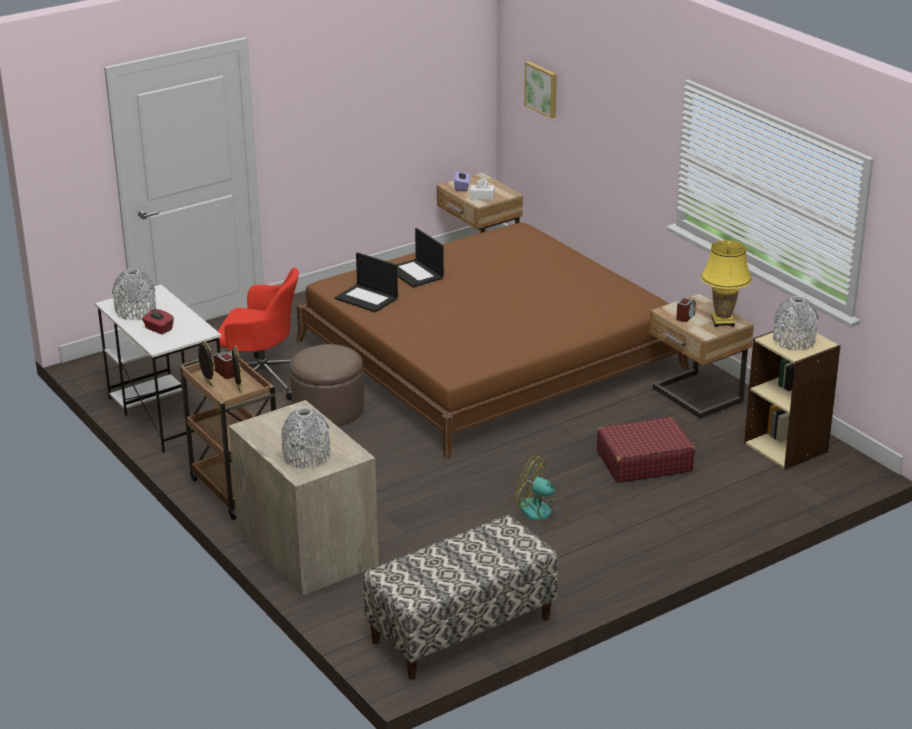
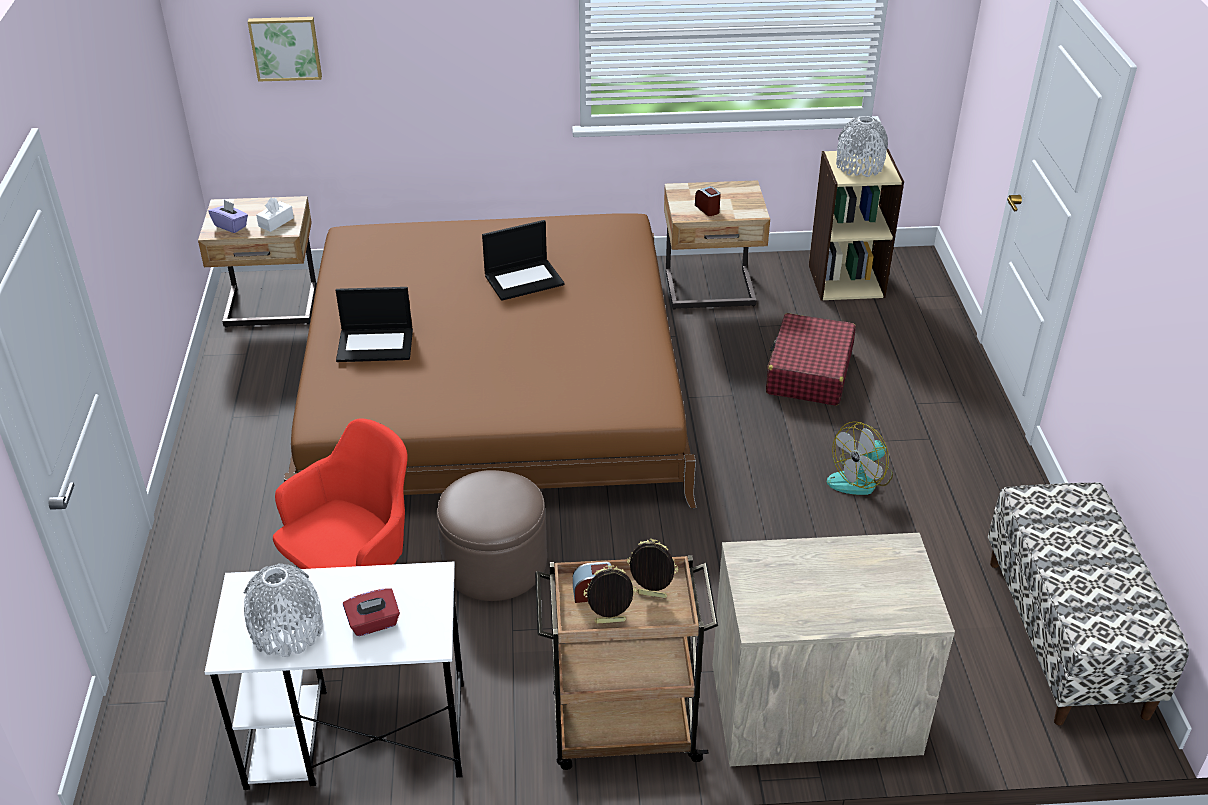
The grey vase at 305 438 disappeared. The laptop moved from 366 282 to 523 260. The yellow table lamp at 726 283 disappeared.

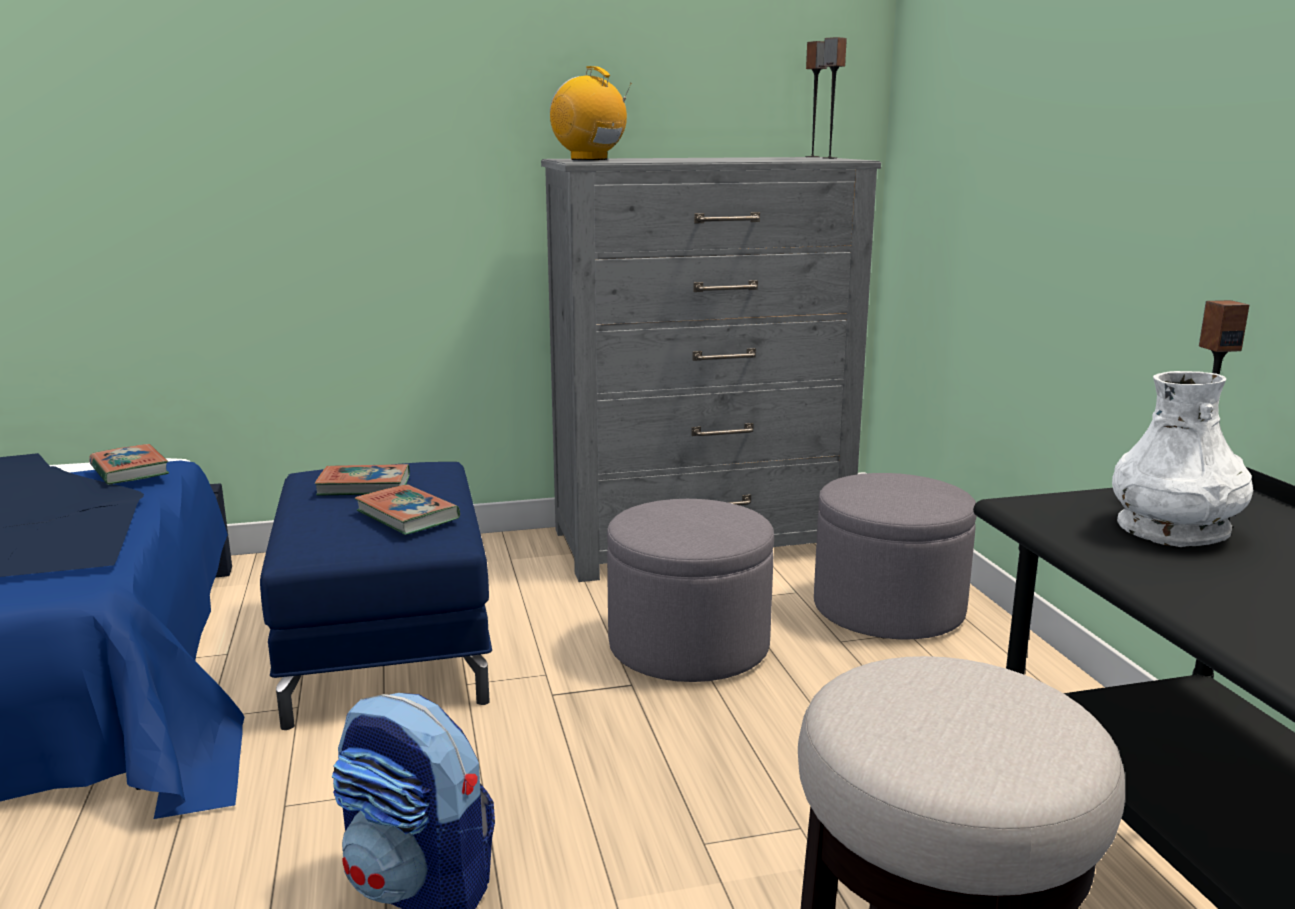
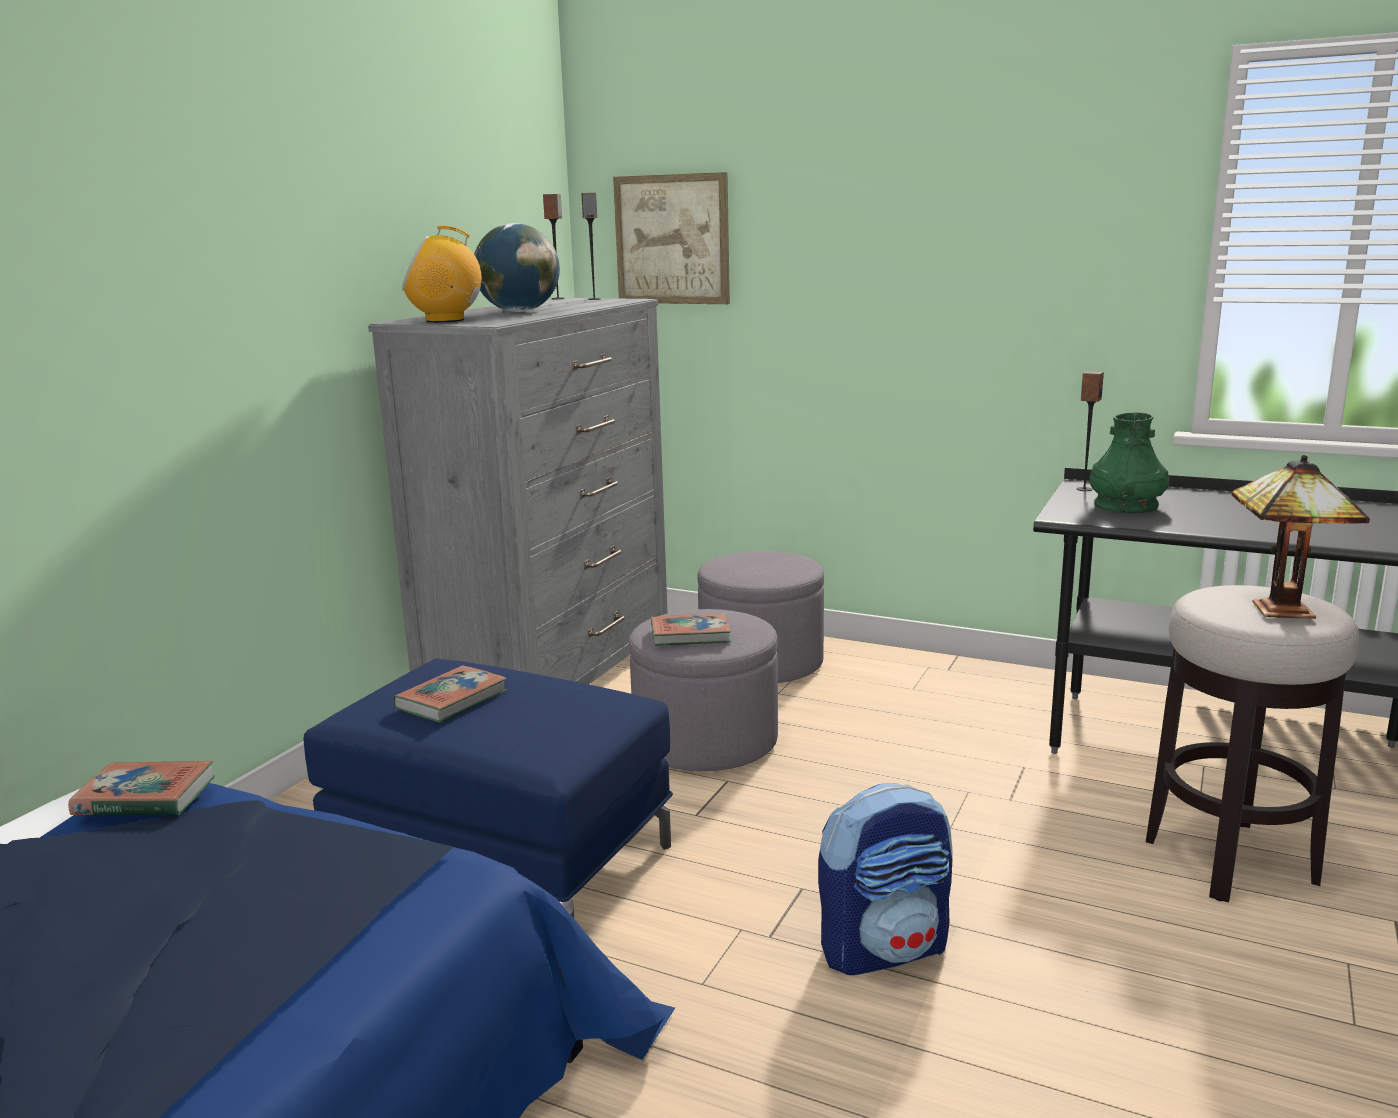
The book moved from 407 510 to 691 629. The white vase at 1182 459 became the green vase at 1130 462. The globe at 517 267 appeared. The picture at 671 238 appeared. The table lamp at 1300 537 appeared.

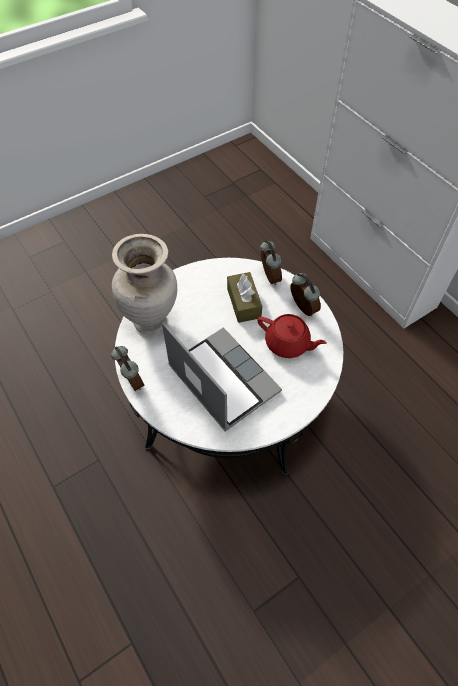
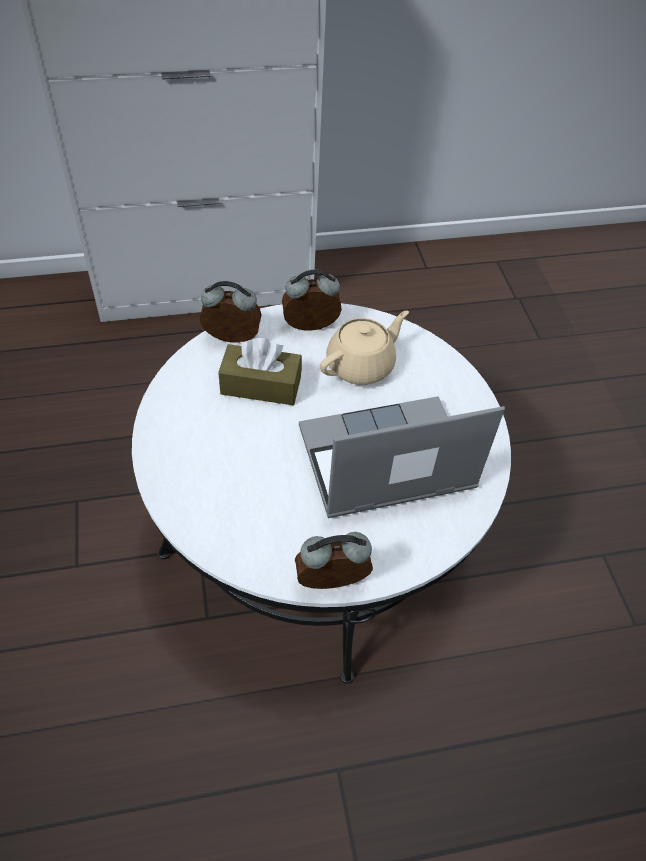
The beige vase at 144 284 disappeared. The red teapot at 292 336 became the beige teapot at 364 348.

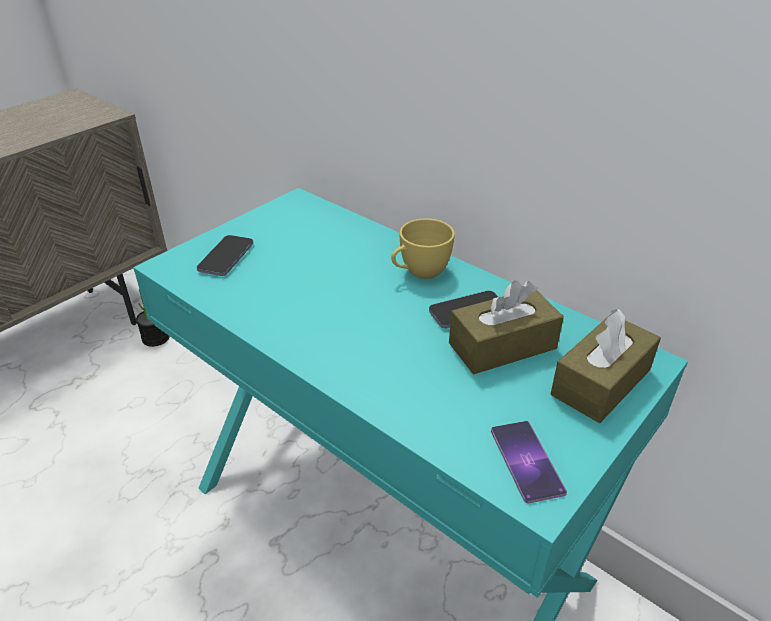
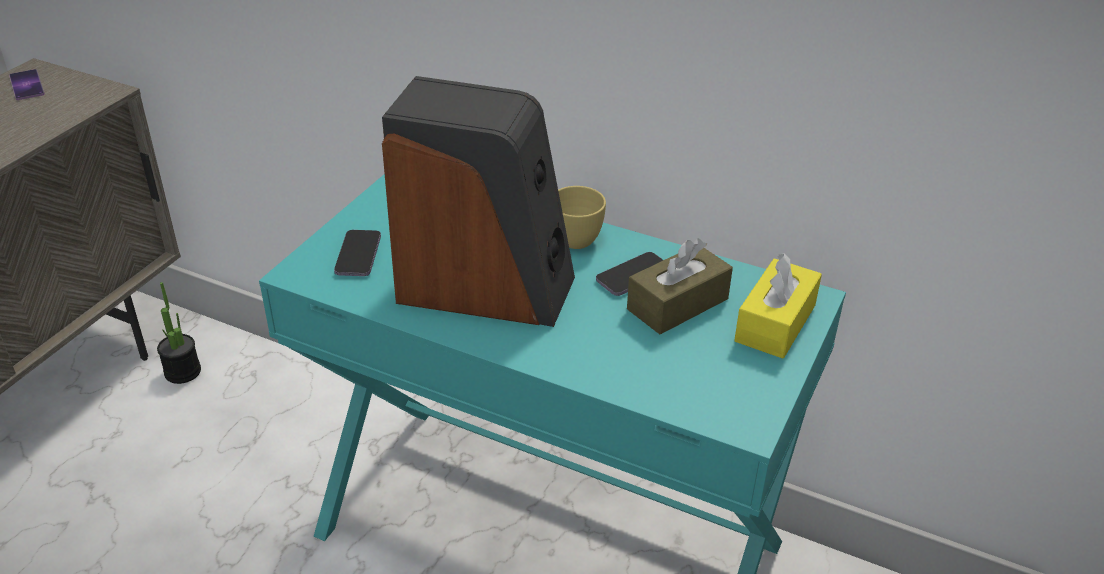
The phone moved from 529 462 to 27 84. The brown tissue box at 606 366 became the yellow tissue box at 778 306. The speaker at 478 201 appeared.

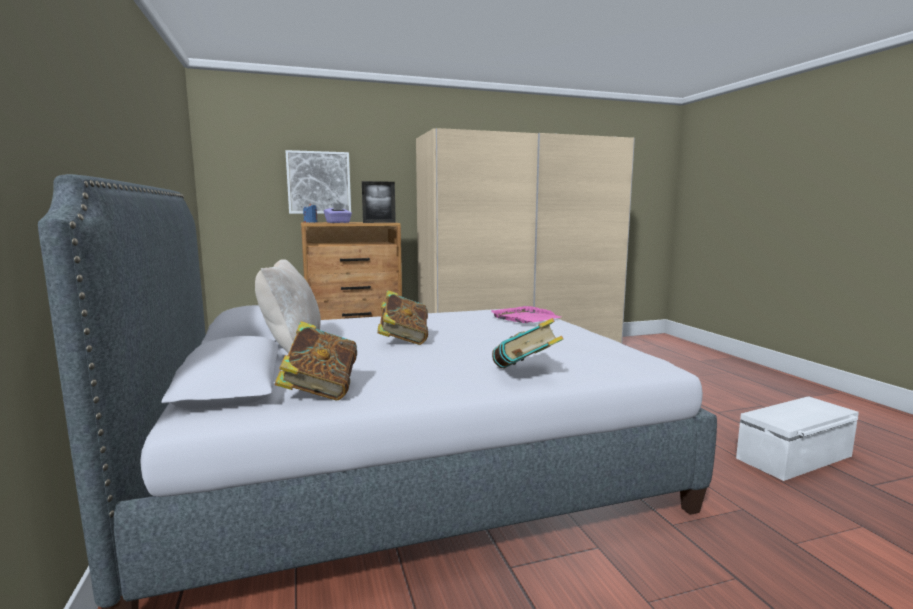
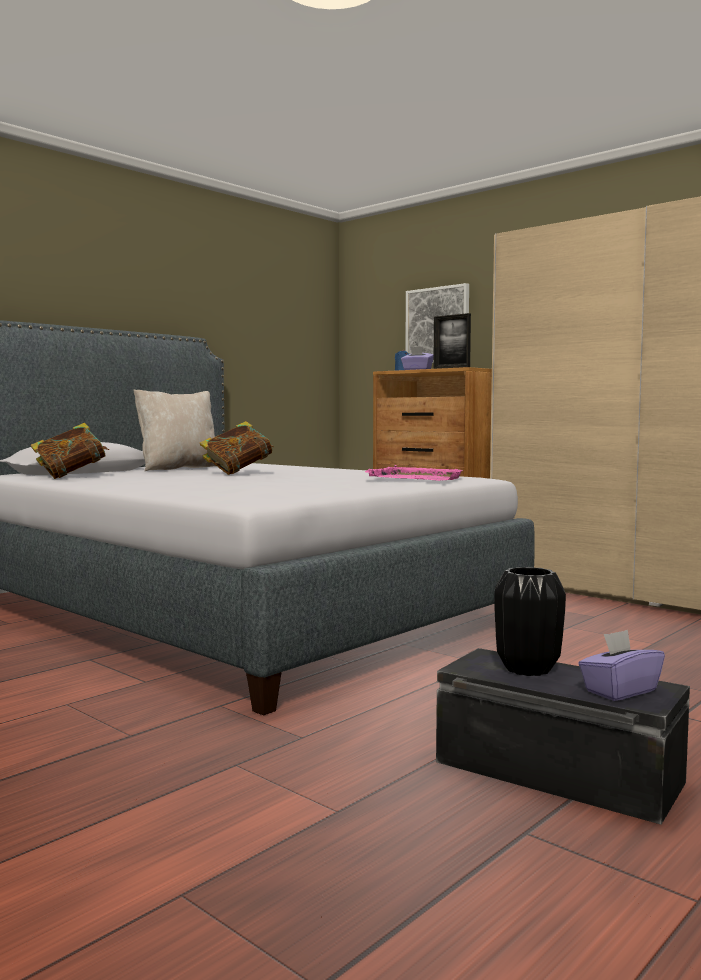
The book at 527 343 disappeared. The white storage box at 797 438 became the black storage box at 563 736. The black vase at 530 621 appeared. The purple tissue box at 621 665 appeared.

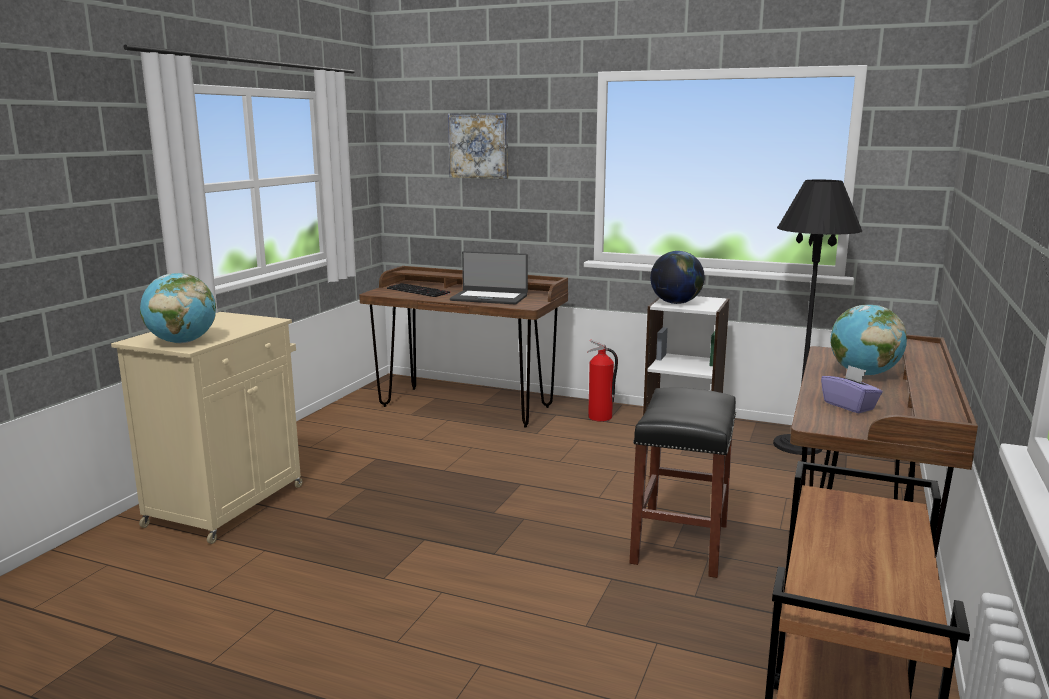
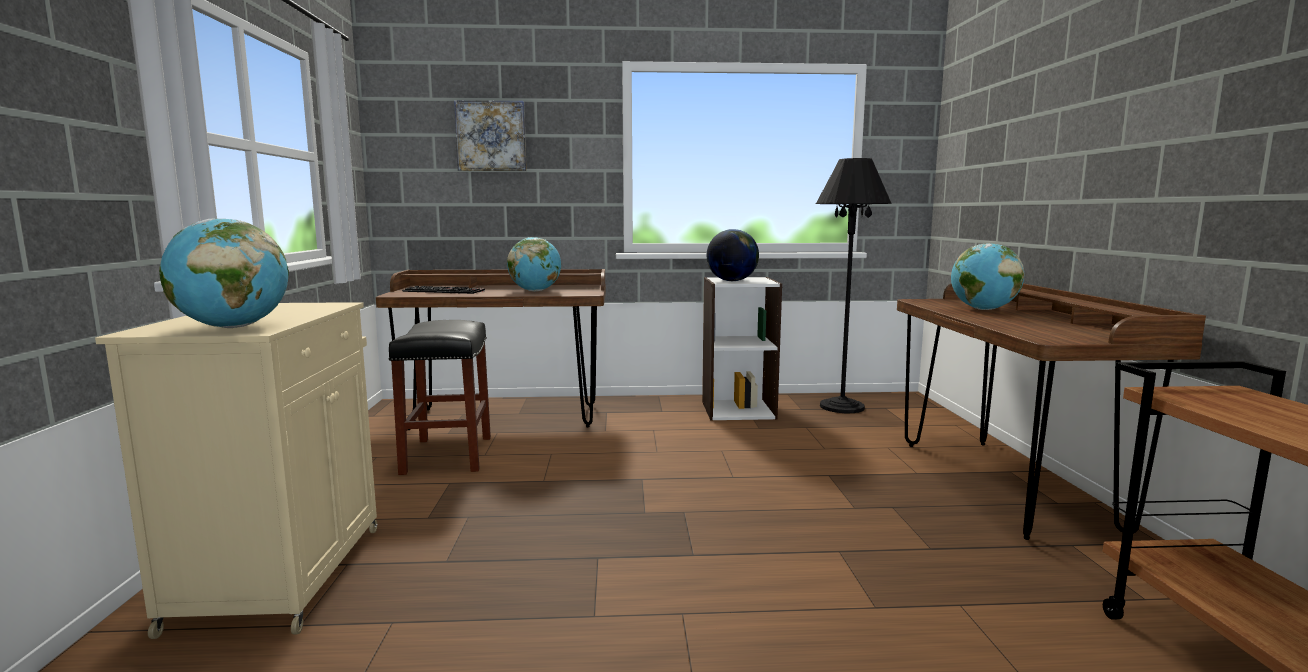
The laptop at 489 278 was replaced by the globe at 534 264. The fire extinguisher at 603 381 disappeared. The black stool moved from 682 482 to 440 397. The purple tissue box at 851 389 disappeared.

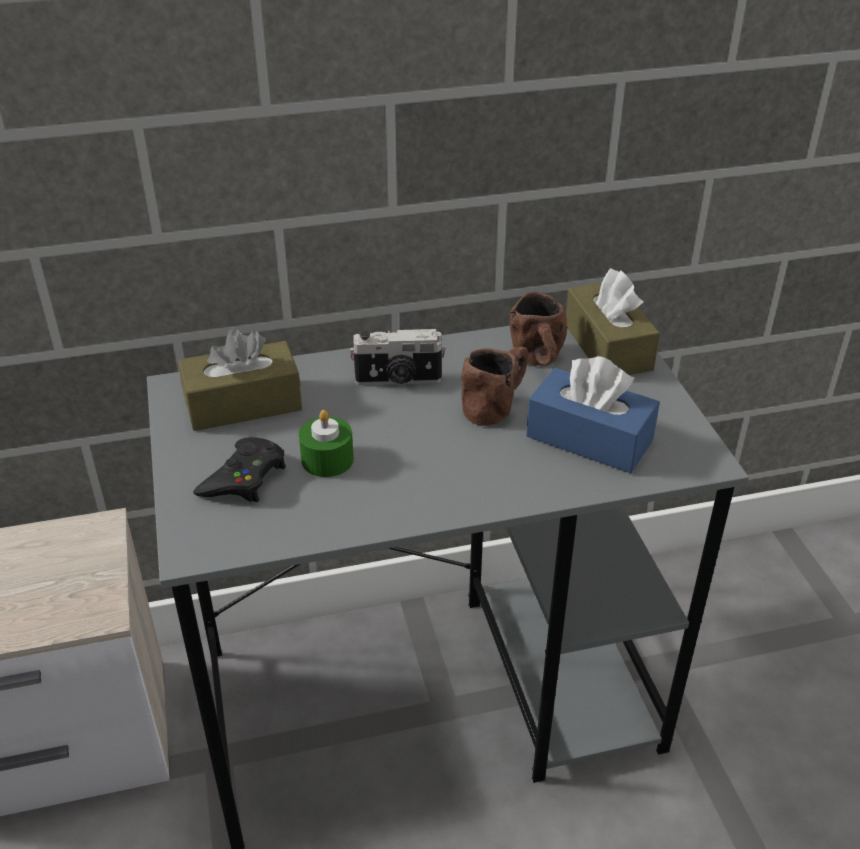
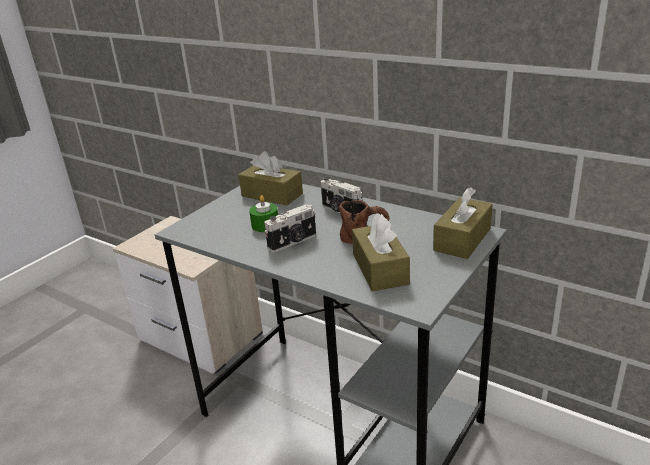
The black game controller at 239 469 disappeared. The brown mug at 538 329 disappeared. The blue tissue box at 593 414 became the brown tissue box at 381 252. The photo camera at 290 228 appeared.

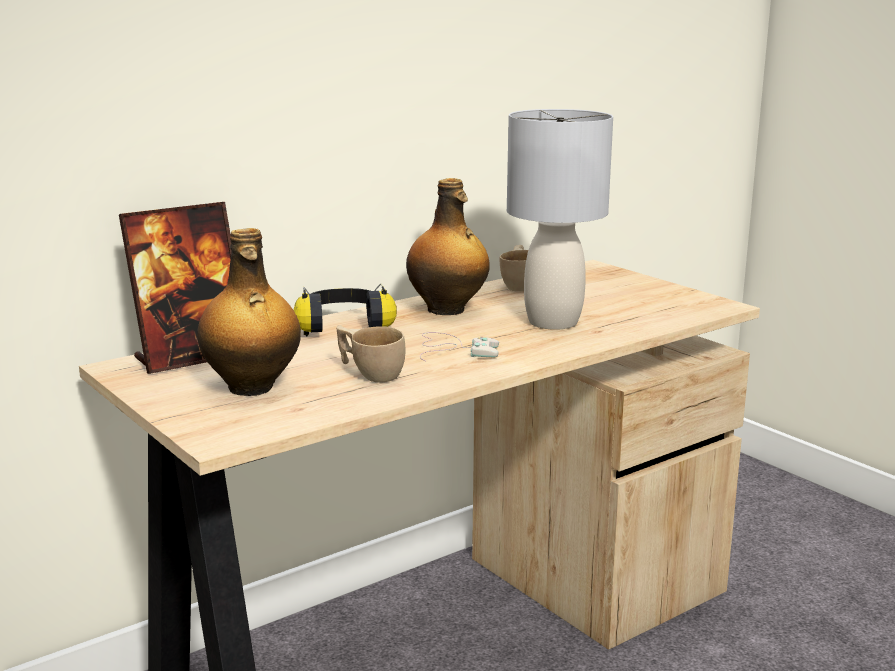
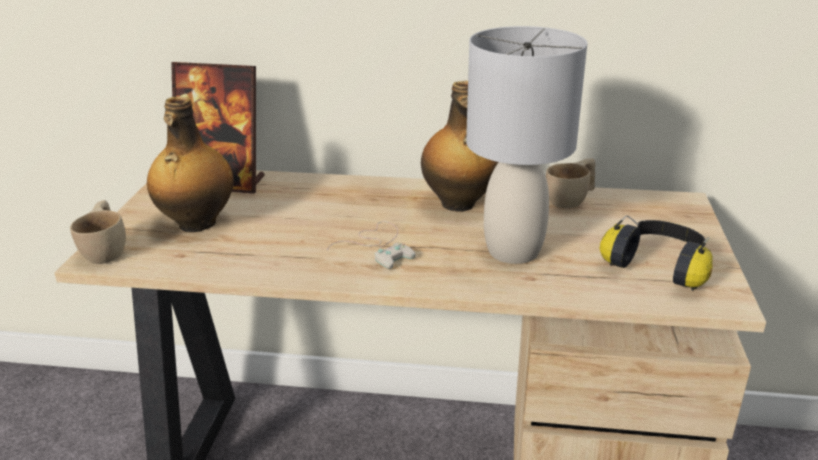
The headphones moved from 345 309 to 656 253. The beige cup moved from 371 353 to 98 232.

